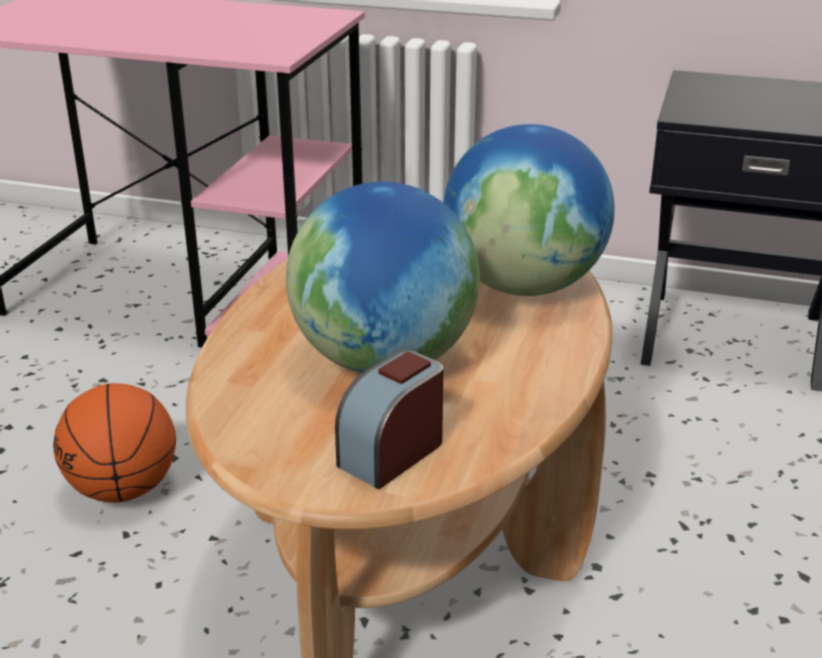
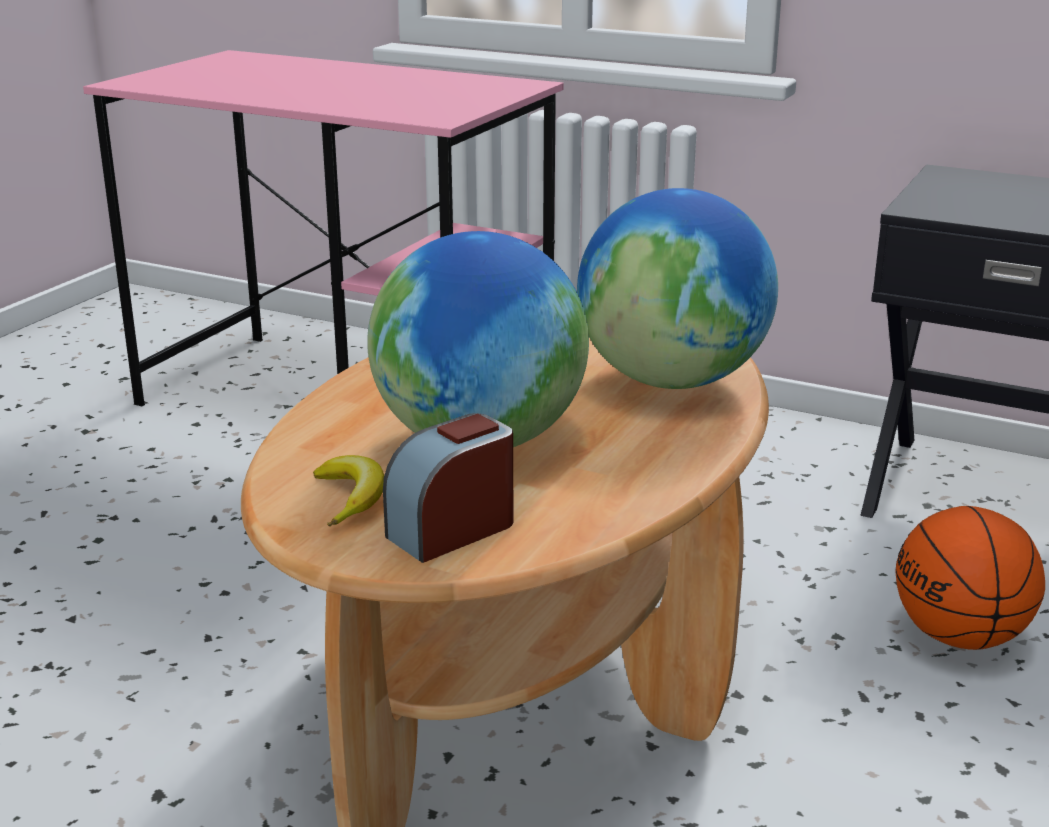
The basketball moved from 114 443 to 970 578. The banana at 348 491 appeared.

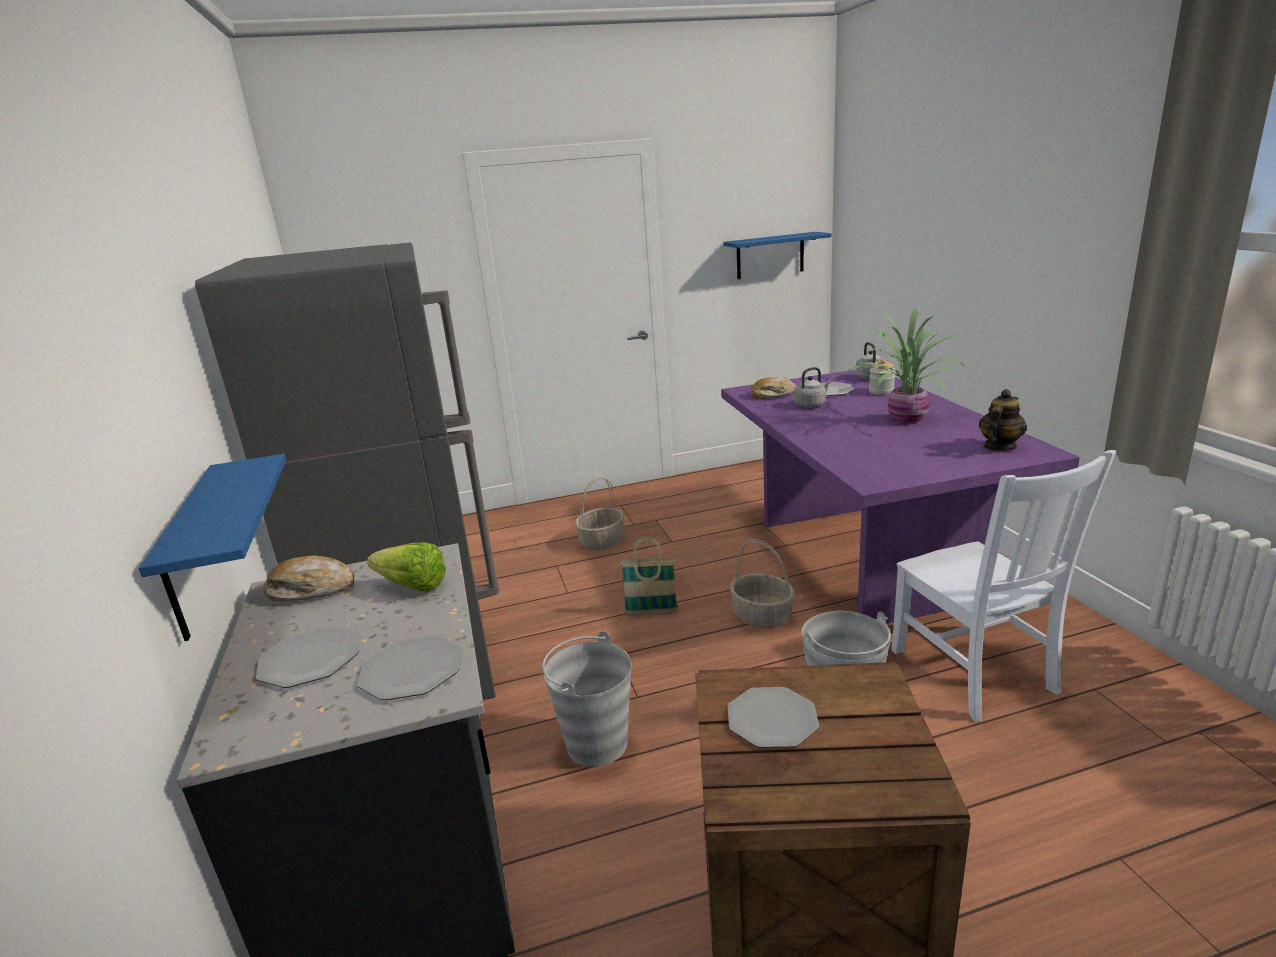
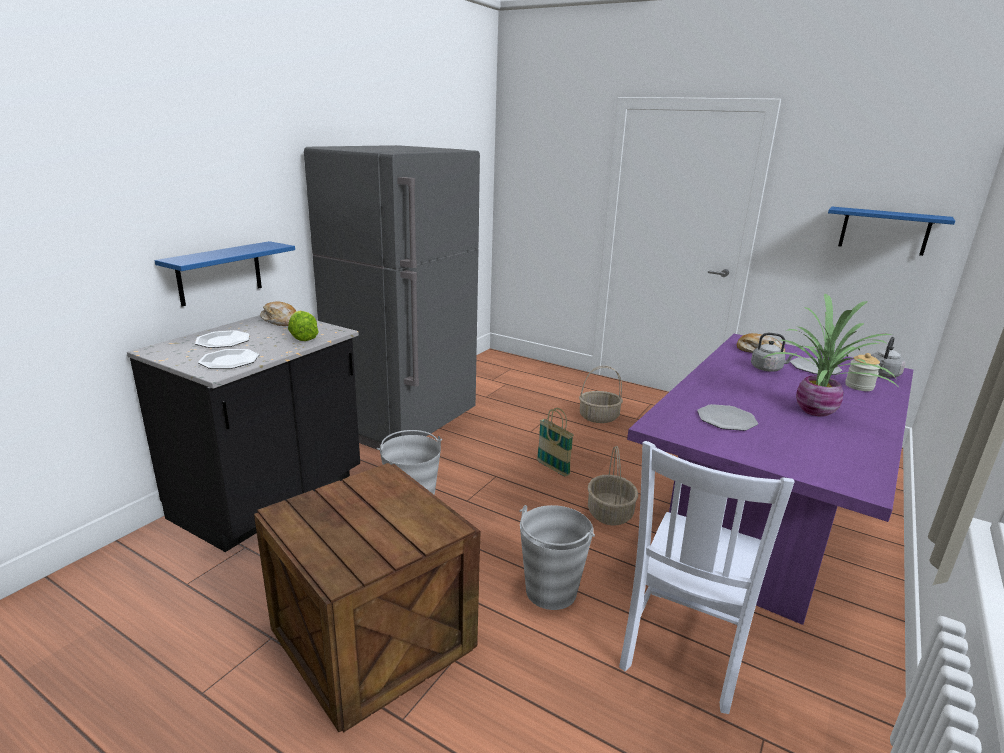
The plate moved from 773 717 to 727 417. The teapot at 1003 420 disappeared.

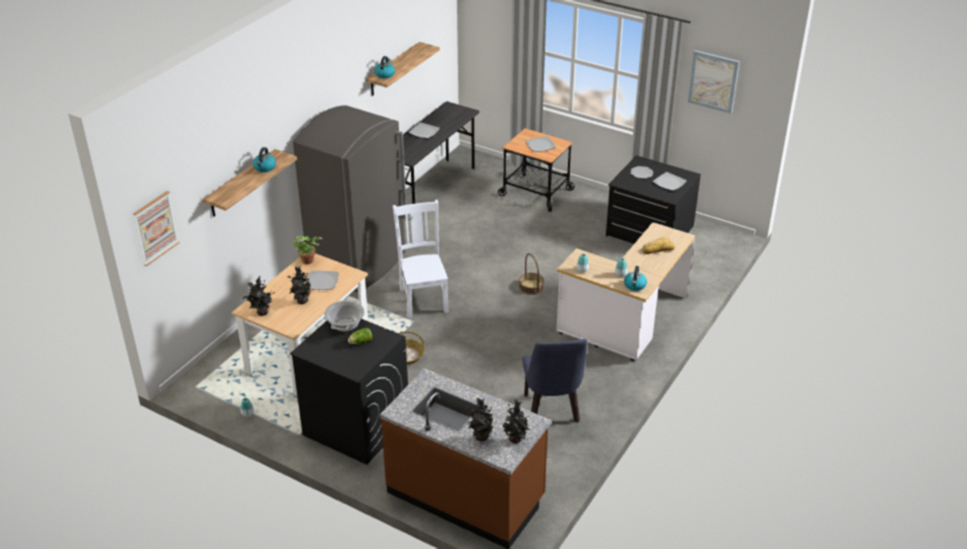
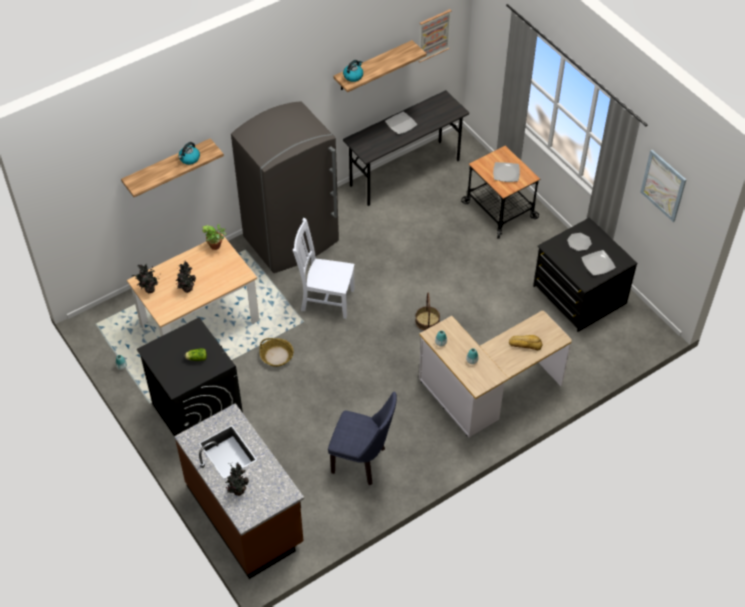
The picture moved from 156 228 to 435 36. The plate at 322 280 disappeared. The cooking pot at 344 316 disappeared. The white chair at 421 259 turned 90 degrees counterclockwise. The potted plant at 517 420 disappeared. The blue chair at 555 380 turned 90 degrees counterclockwise. The kettle at 635 278 disappeared.

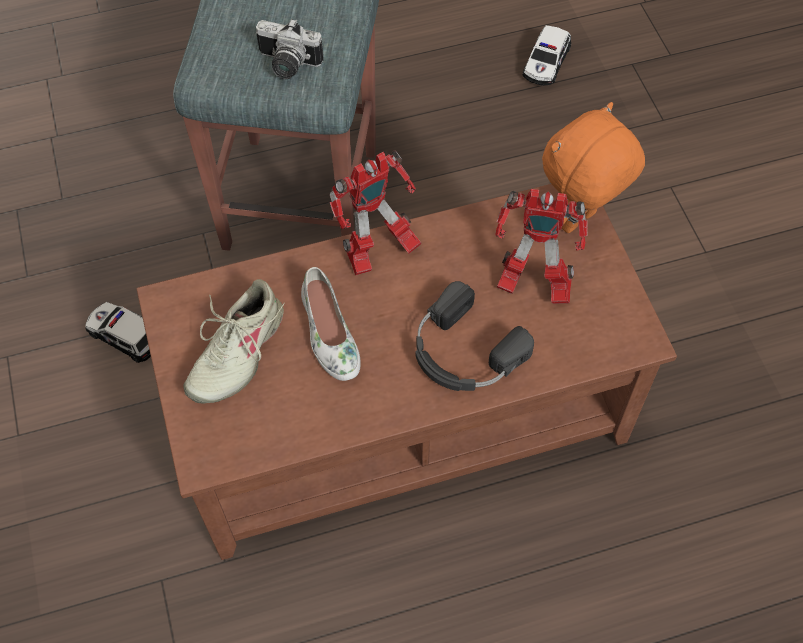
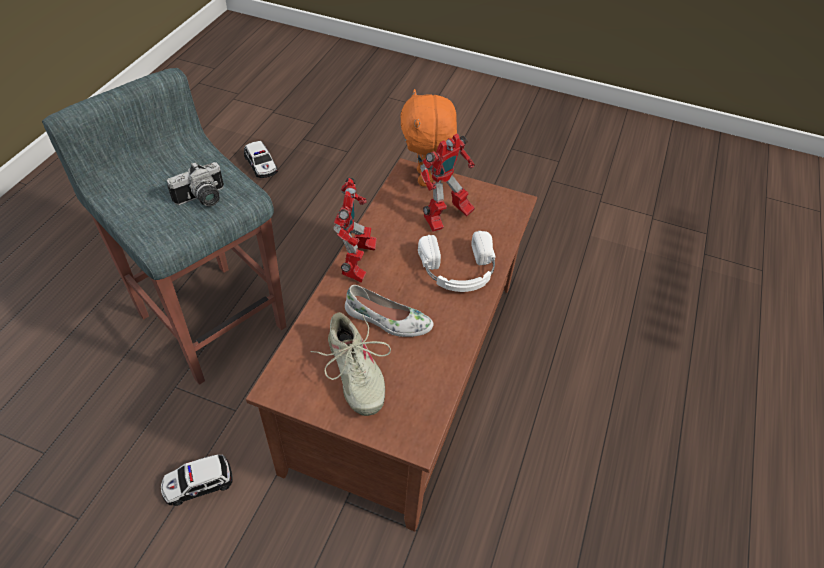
The black headphones at 474 336 became the white headphones at 457 261.

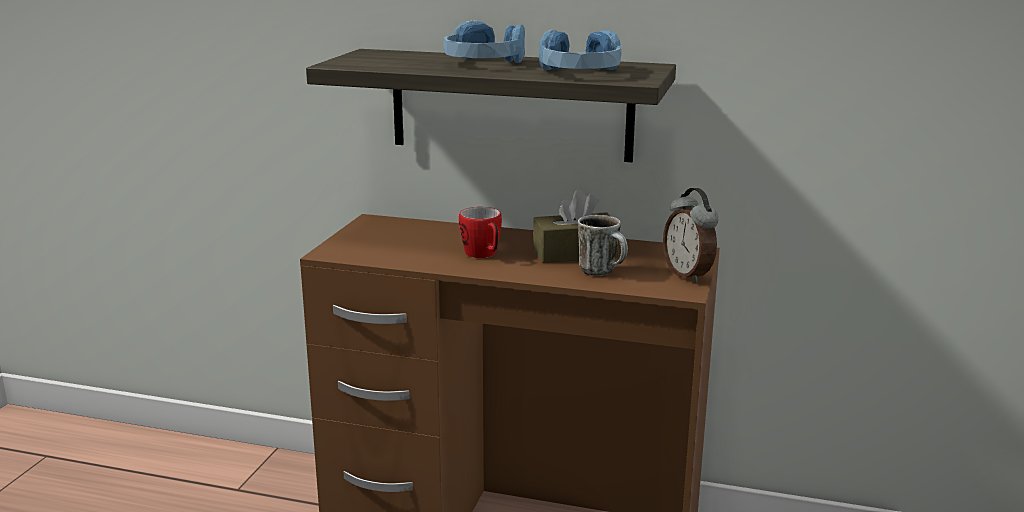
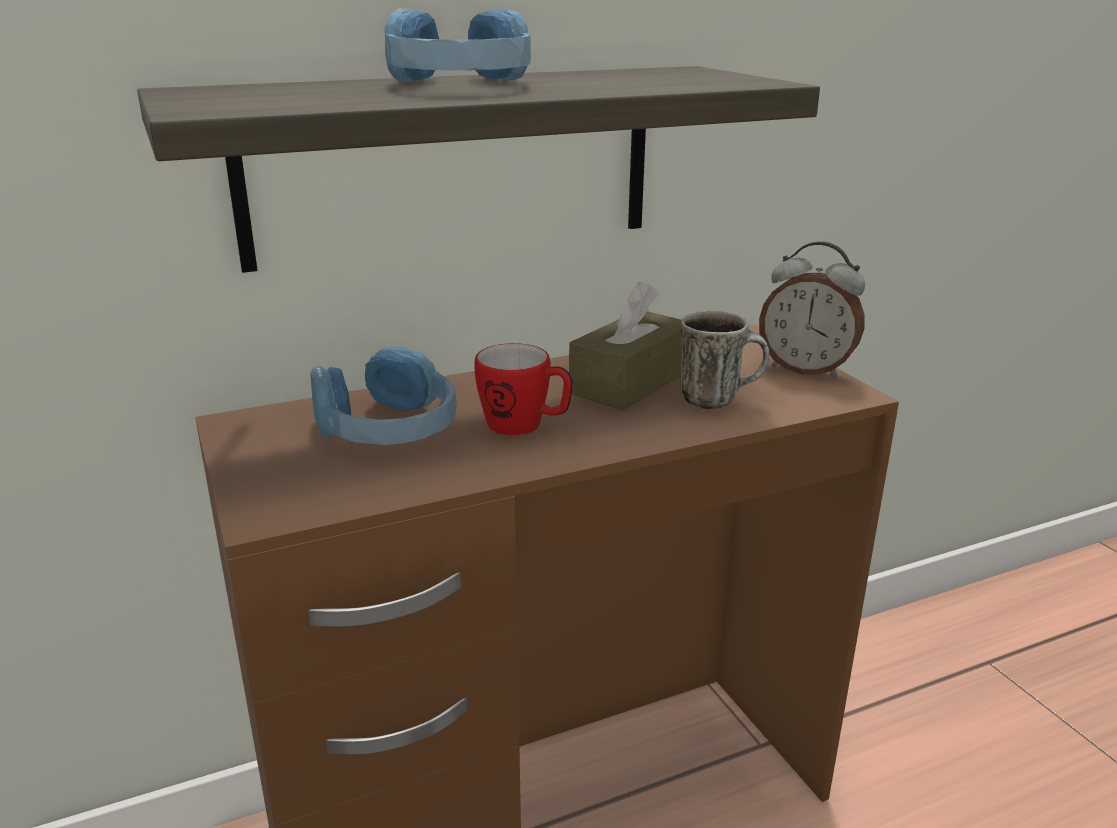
The blue headphones moved from 580 50 to 383 395.

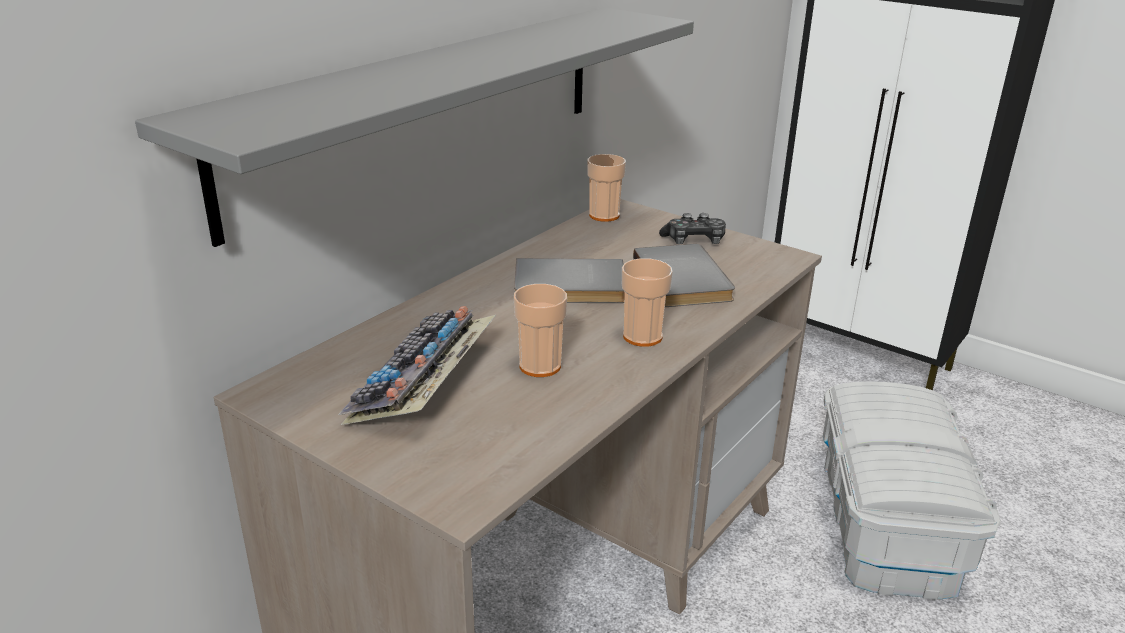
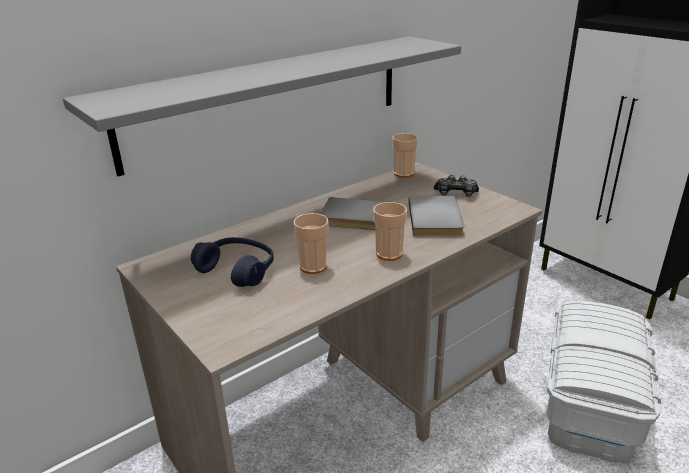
The keyboard at 417 365 was replaced by the blue headphones at 232 262.

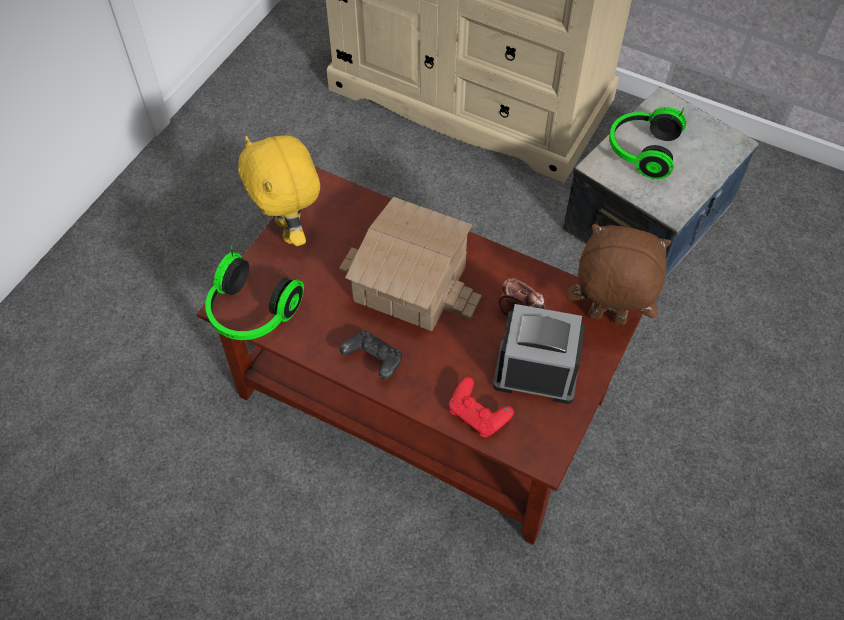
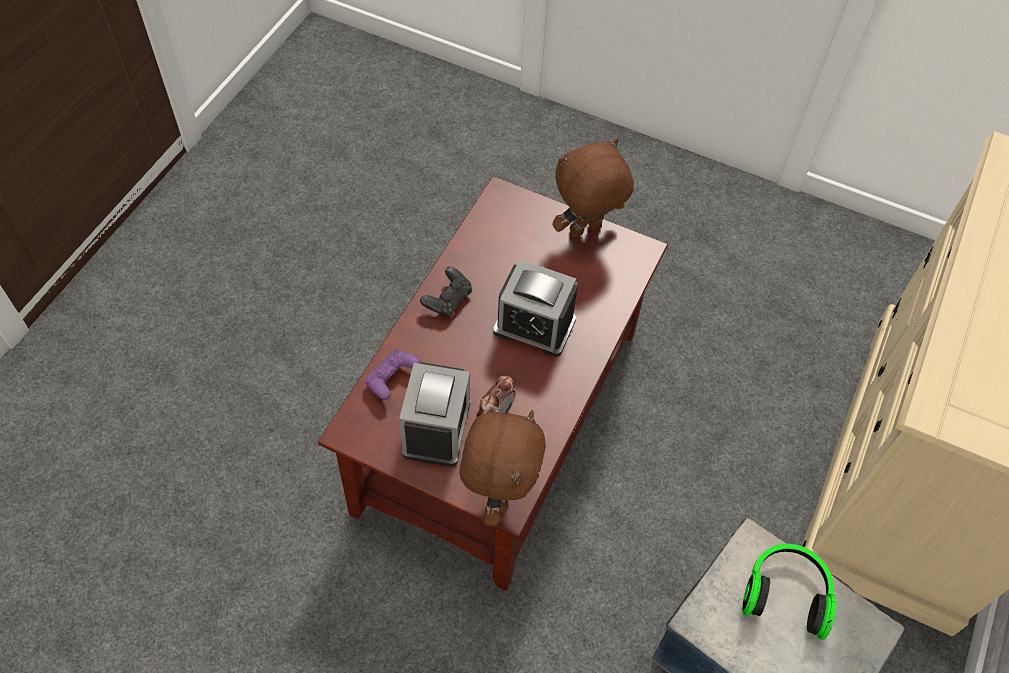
The headphones at 254 293 disappeared. The yellow plush toy at 279 191 became the brown plush toy at 593 188. The toy house at 410 264 was replaced by the alarm clock at 535 308. The red game controller at 481 407 became the purple game controller at 393 374.

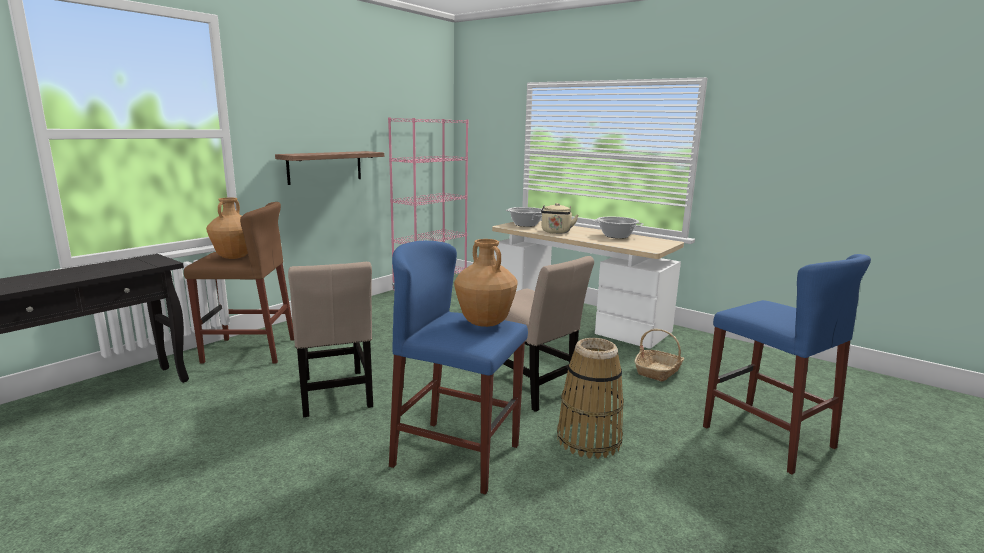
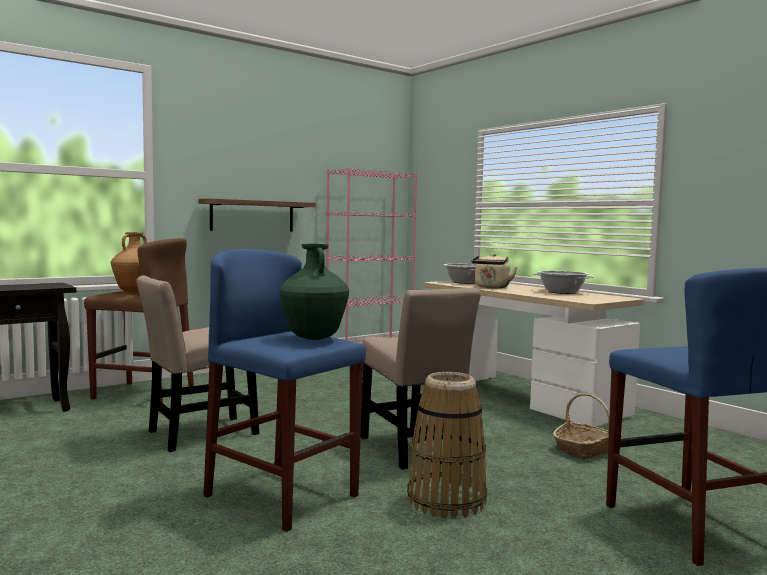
The beige chair at 330 339 turned 60 degrees clockwise. The brown vase at 485 283 became the green vase at 314 292.

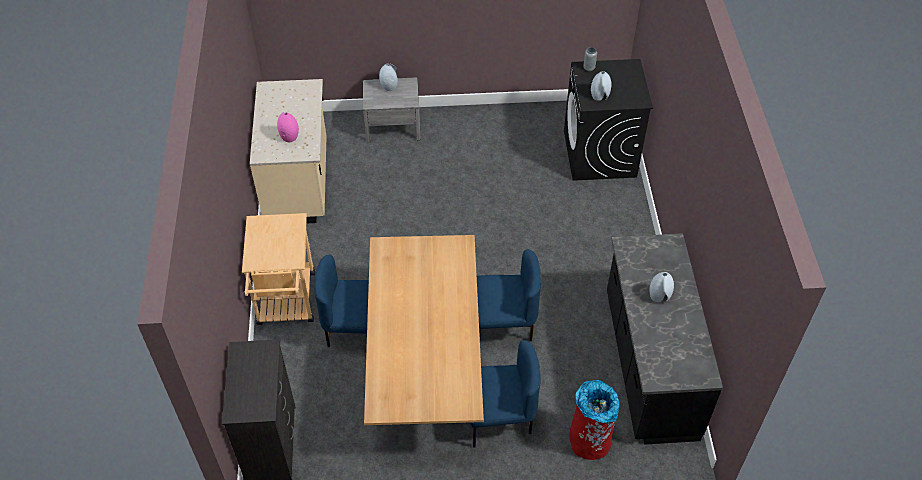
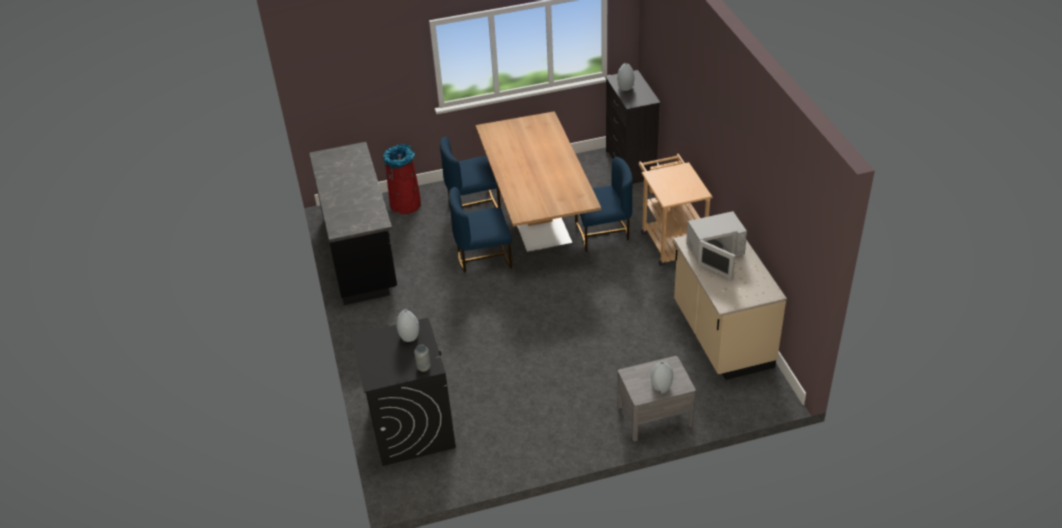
The pink vase at 288 127 was replaced by the white microwave at 716 245. The grey vase moved from 661 287 to 626 77.

